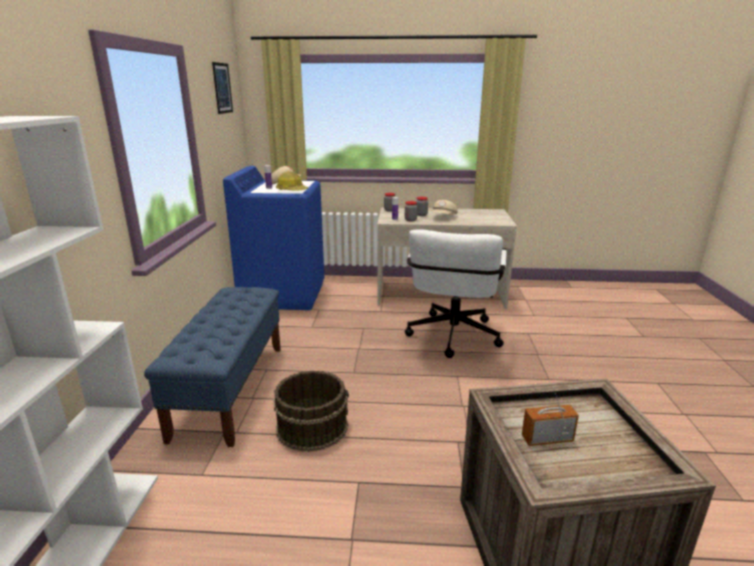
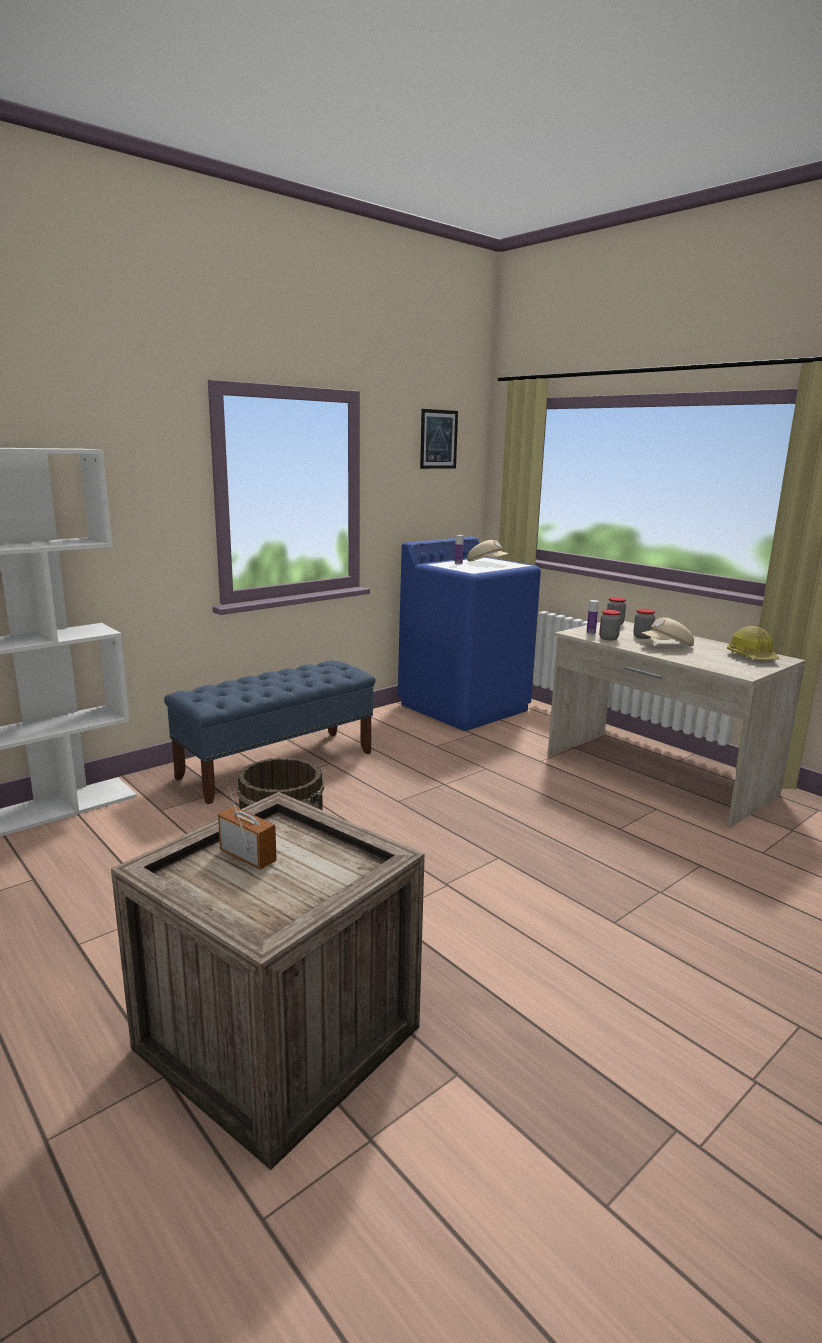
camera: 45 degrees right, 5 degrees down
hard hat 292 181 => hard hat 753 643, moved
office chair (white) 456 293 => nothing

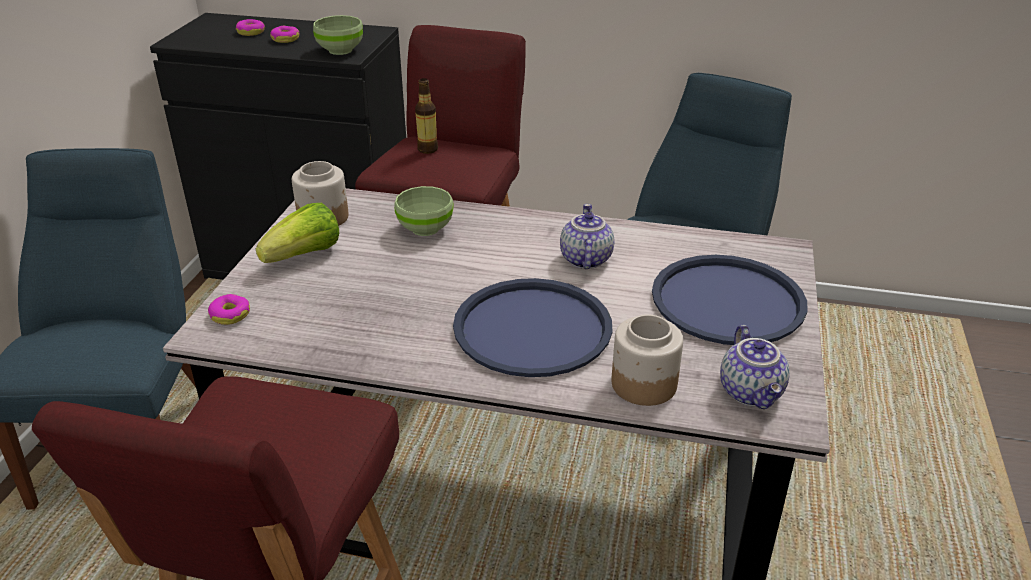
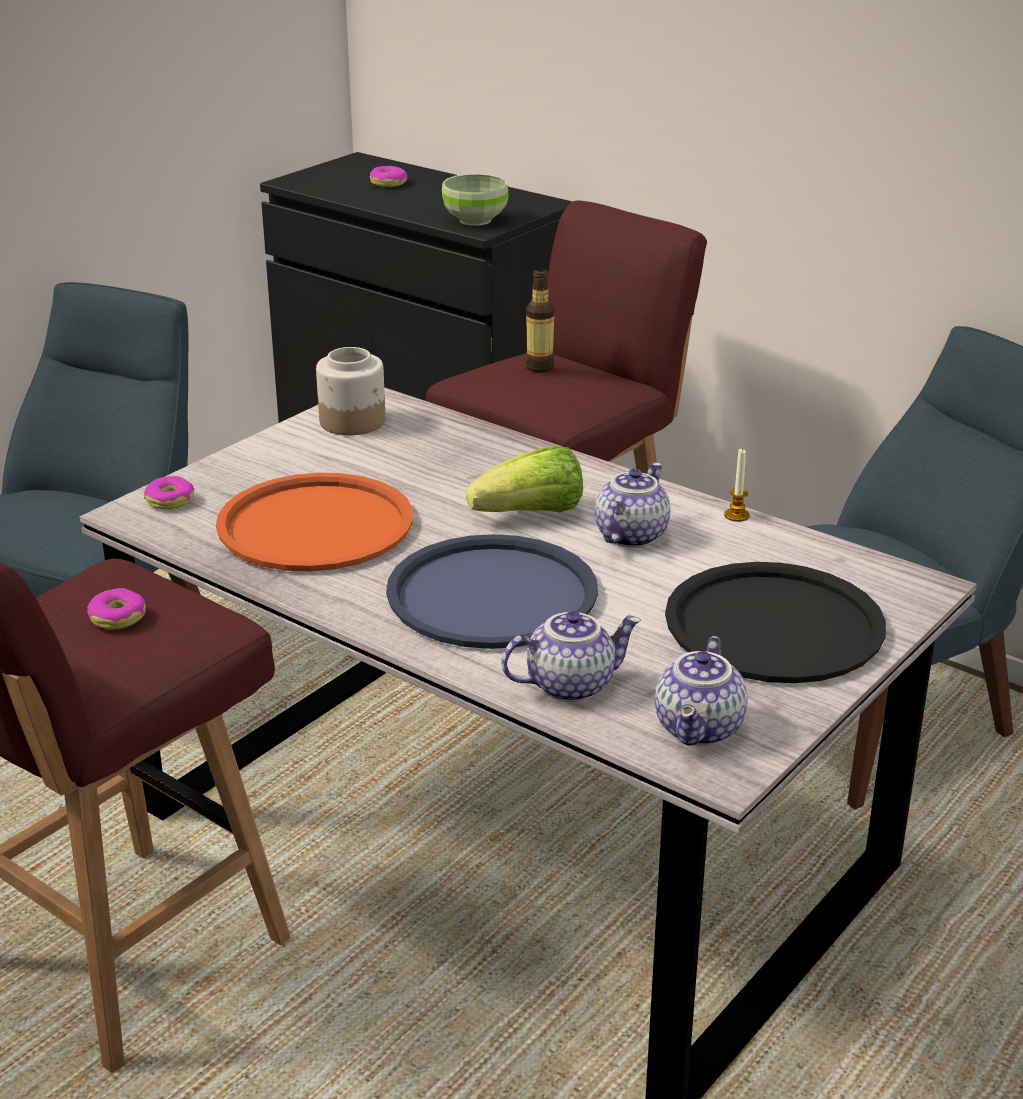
camera: 25 degrees right, 5 degrees down
donut 285 34 => donut 116 609, moved
bowl (green) 423 211 => nothing
lettuce 297 233 => lettuce 524 479, moved
tray (blue) 729 300 => tray (black) 775 622
jar 647 360 => teapot 571 656
nothing => candle 737 485
nothing => tray (orange) 314 522

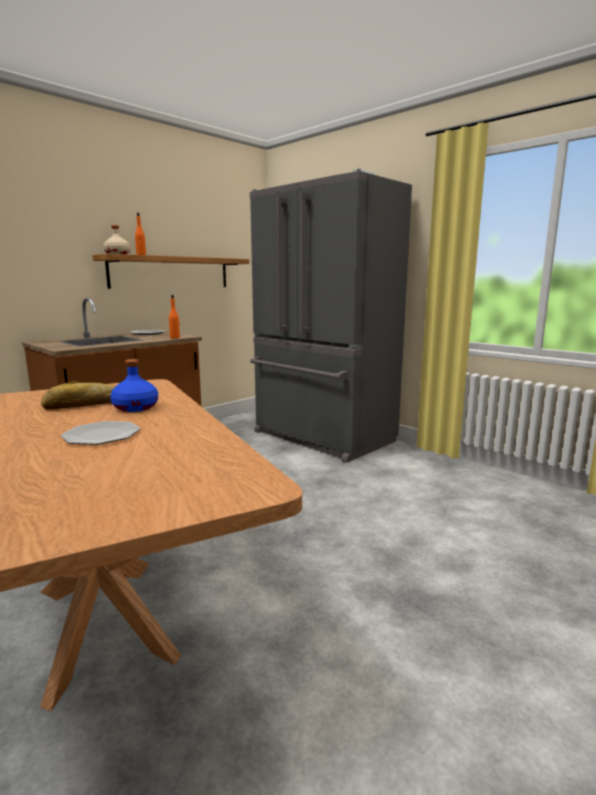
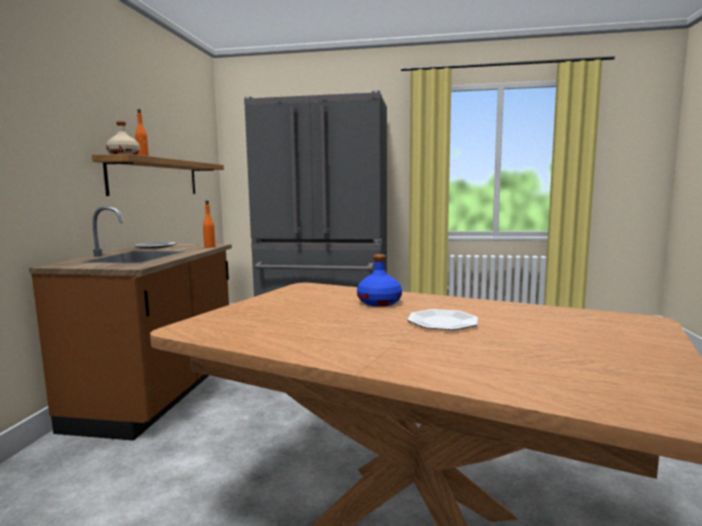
camera: 35 degrees left, 5 degrees down
bread 78 395 => nothing

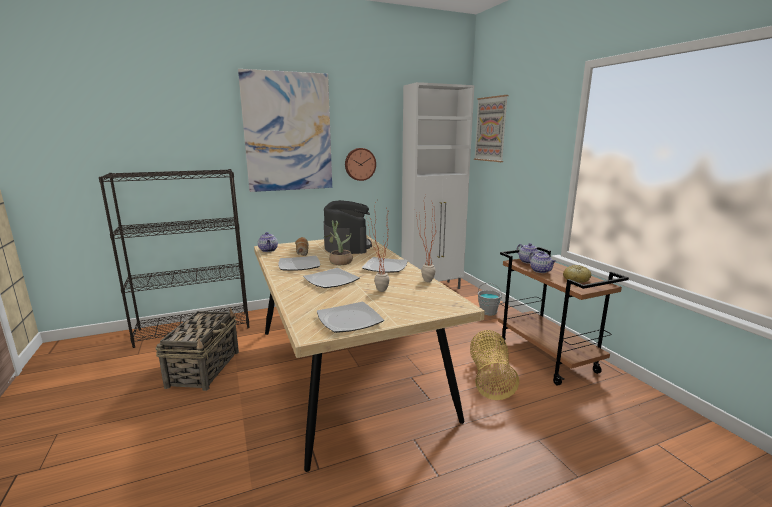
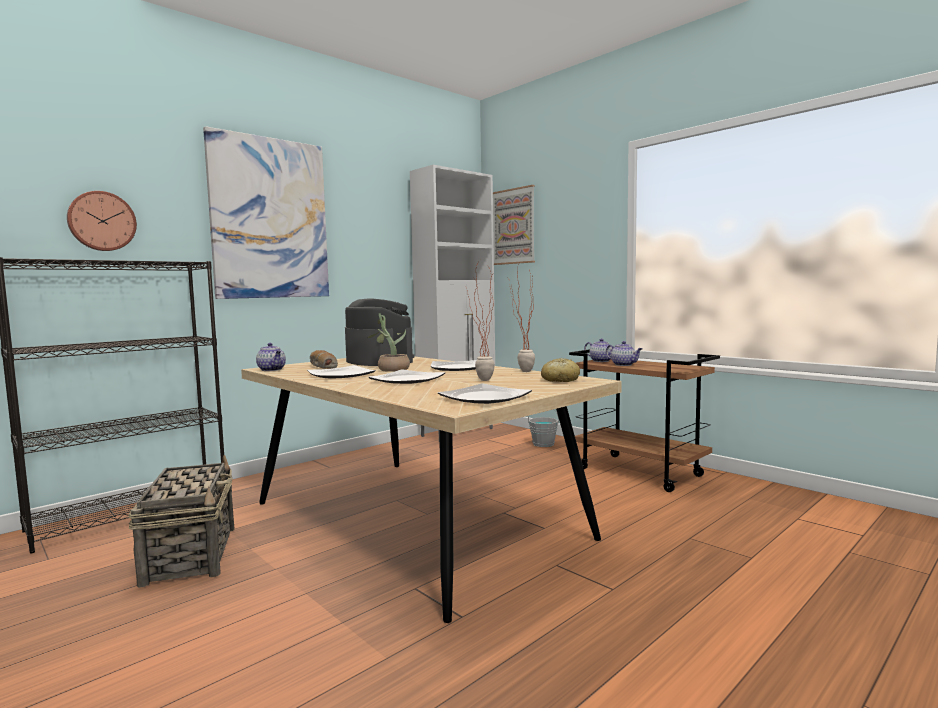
camera: 20 degrees left, 10 degrees down
wall clock 360 164 => wall clock 102 221, moved
bread 577 274 => bread 560 370, moved
basket 494 365 => nothing

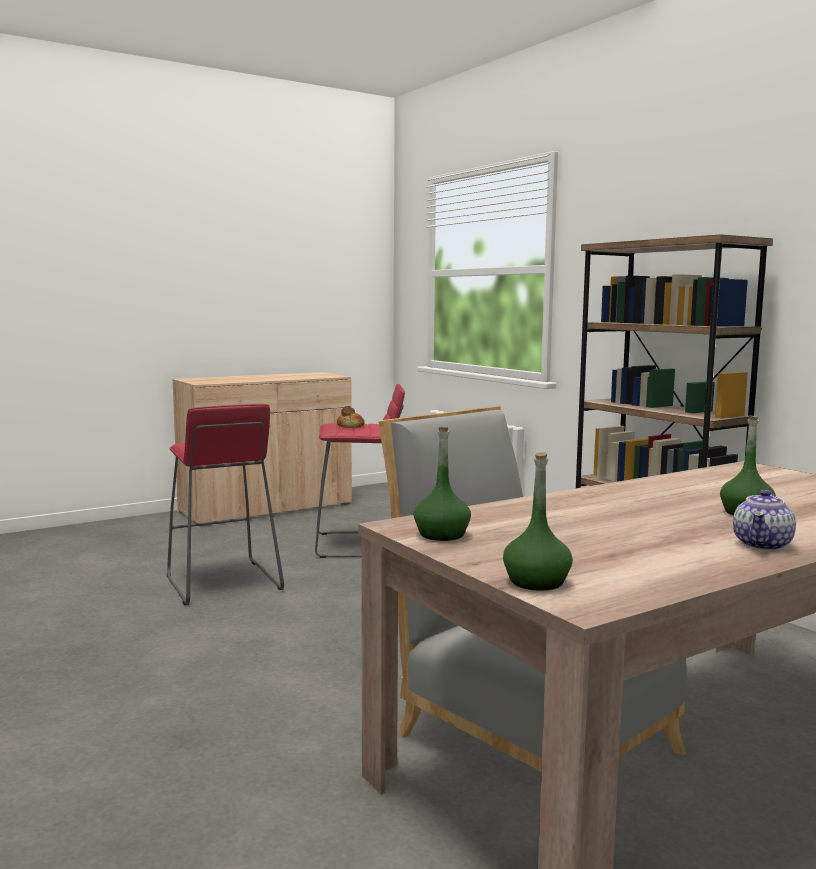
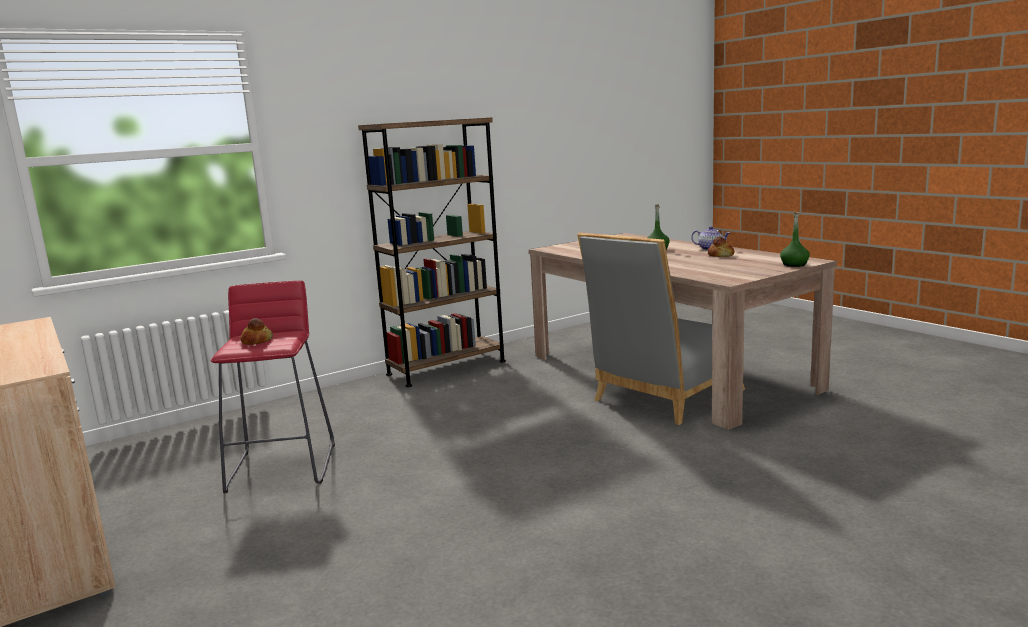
camera: 90 degrees left, 5 degrees up
stool (red) 225 504 => nothing
bottle (green) 442 484 => nothing
nothing => bread 721 247

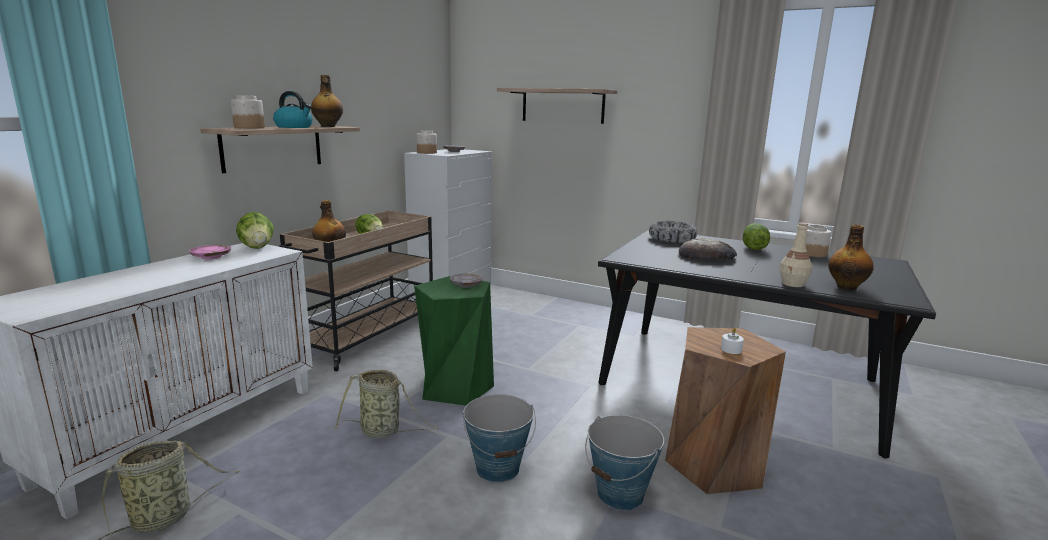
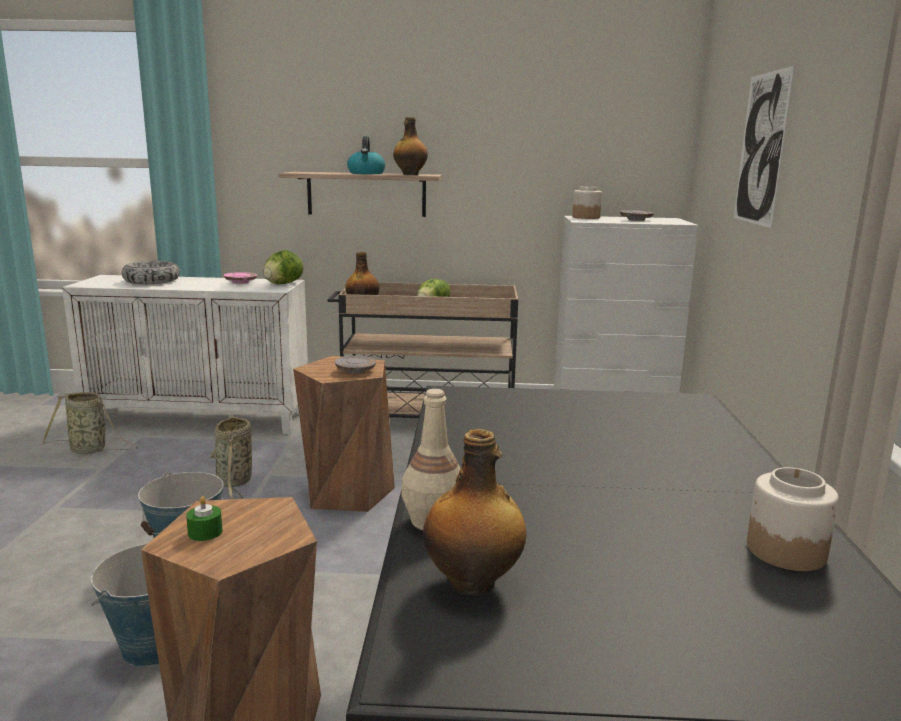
camera: 65 degrees right, 0 degrees up
shelf 557 106 => picture 764 147
jar 248 111 => nothing
bowl 673 232 => bowl 151 272, moved
lettuce 756 236 => nothing
bread 708 249 => nothing
stool (green) 454 341 => stool (brown) 344 434
candle (white) 732 340 => candle (green) 204 518

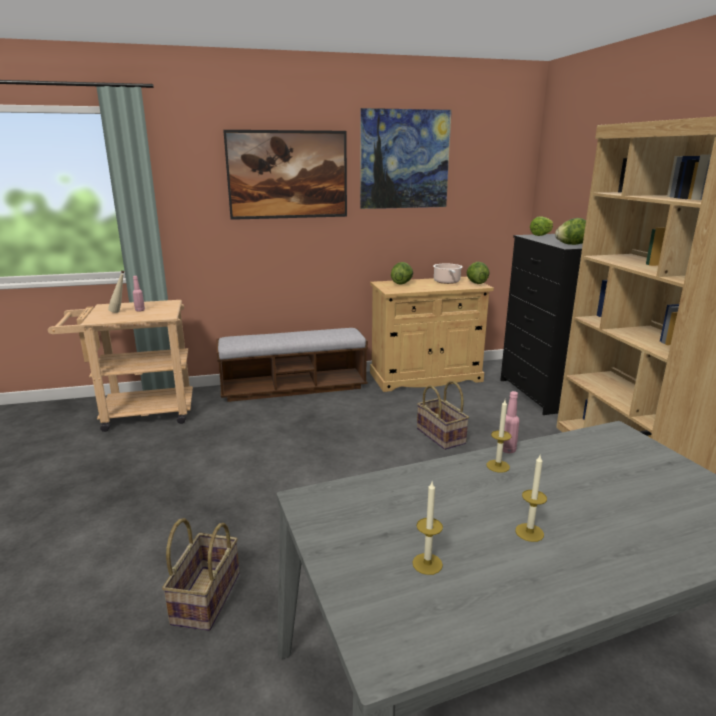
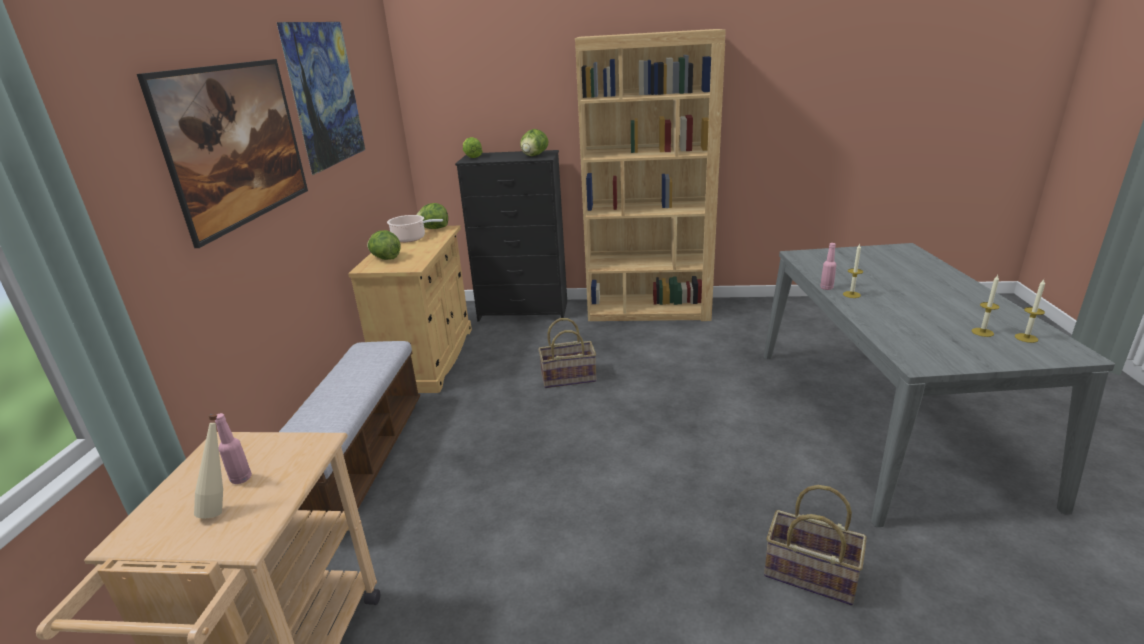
camera: 70 degrees left, 5 degrees up
candle 531 498 => candle 1030 311, moved

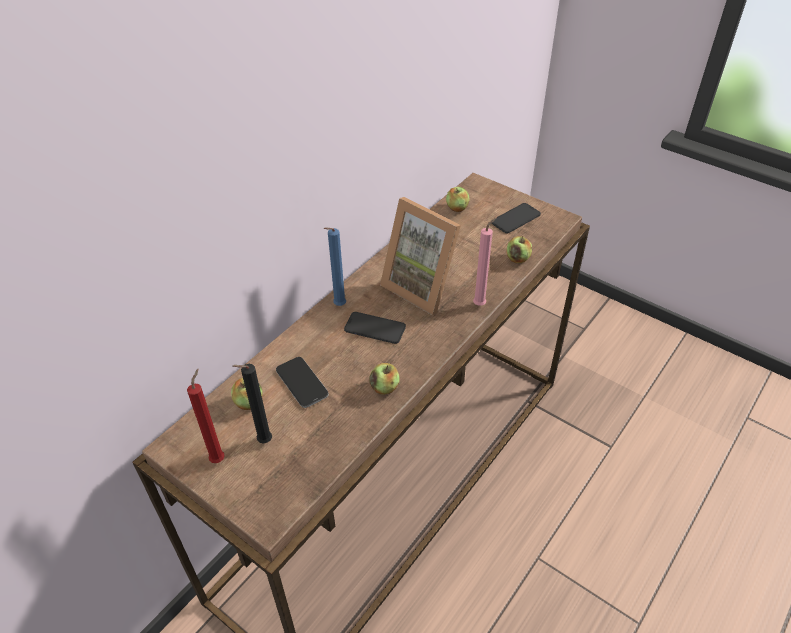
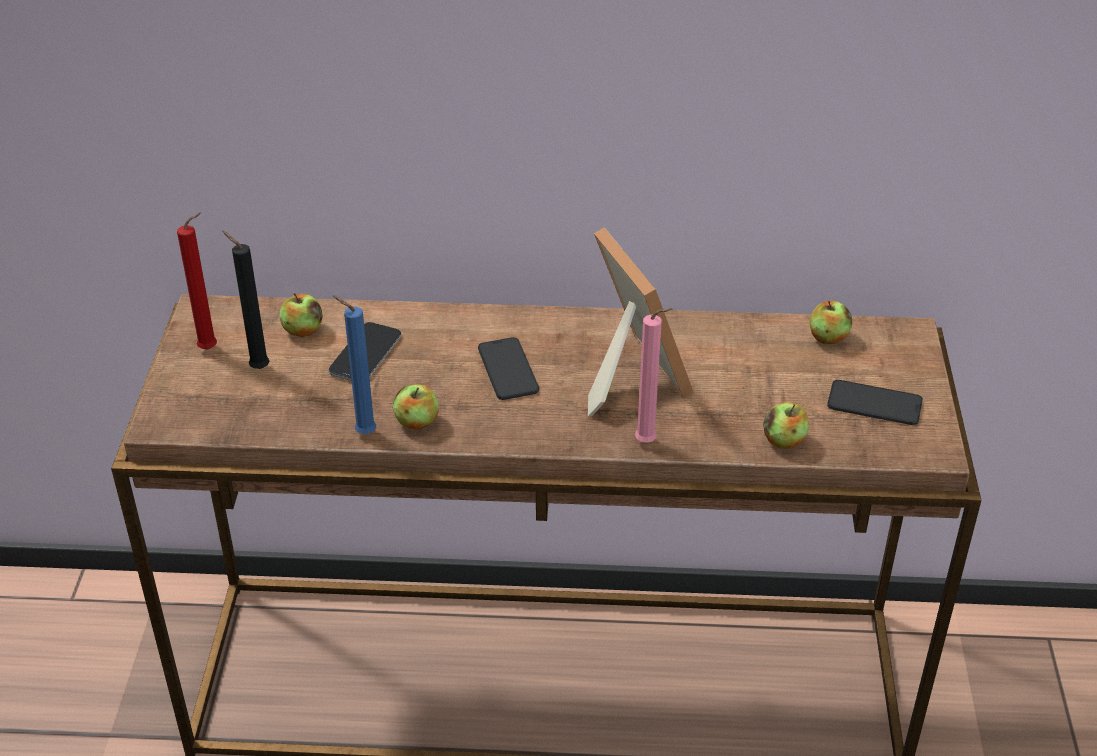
camera: 55 degrees right, 5 degrees down
picture frame 420 256 => picture frame 641 322, 150 degrees clockwise
candle (blue) 335 266 => candle (blue) 354 364, moved

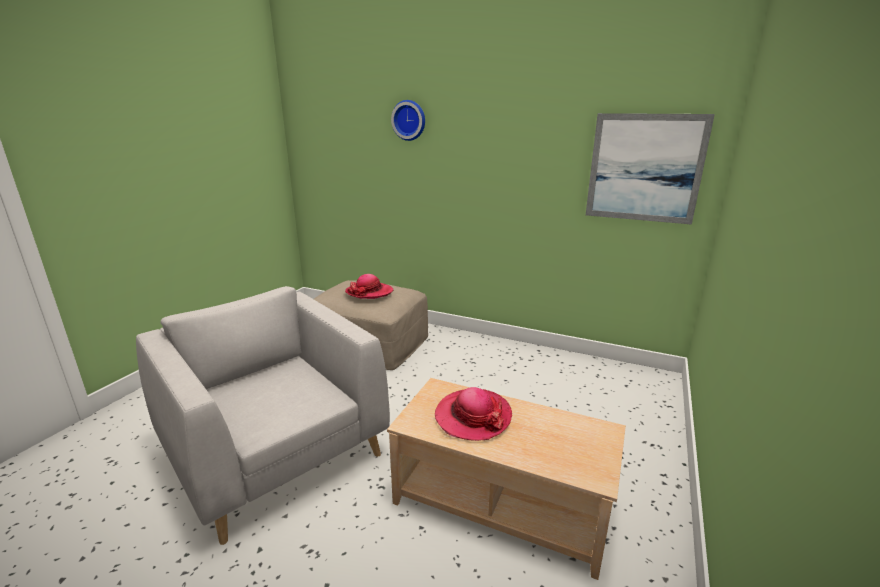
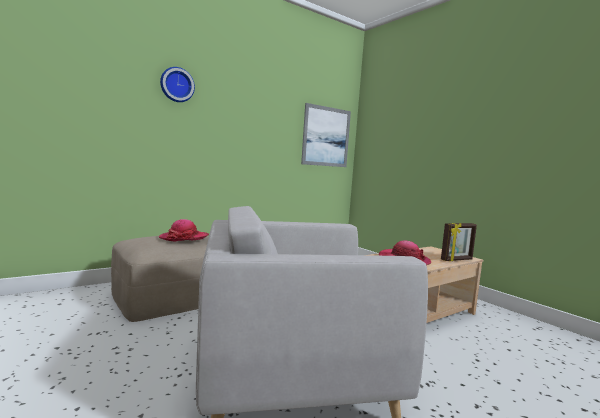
camera: 60 degrees left, 15 degrees down
nothing => picture frame 459 242

